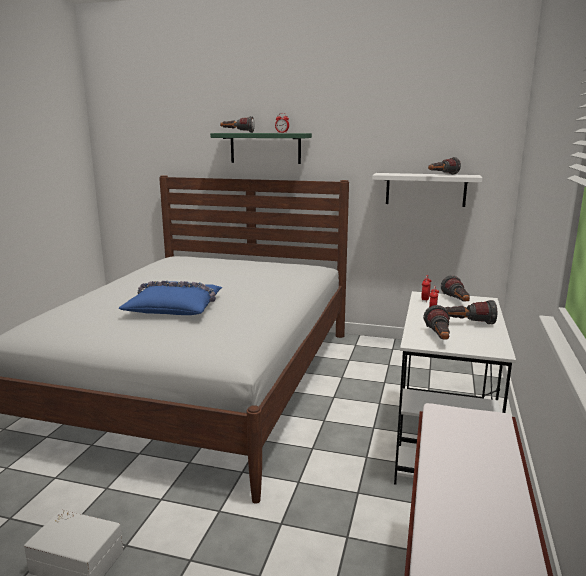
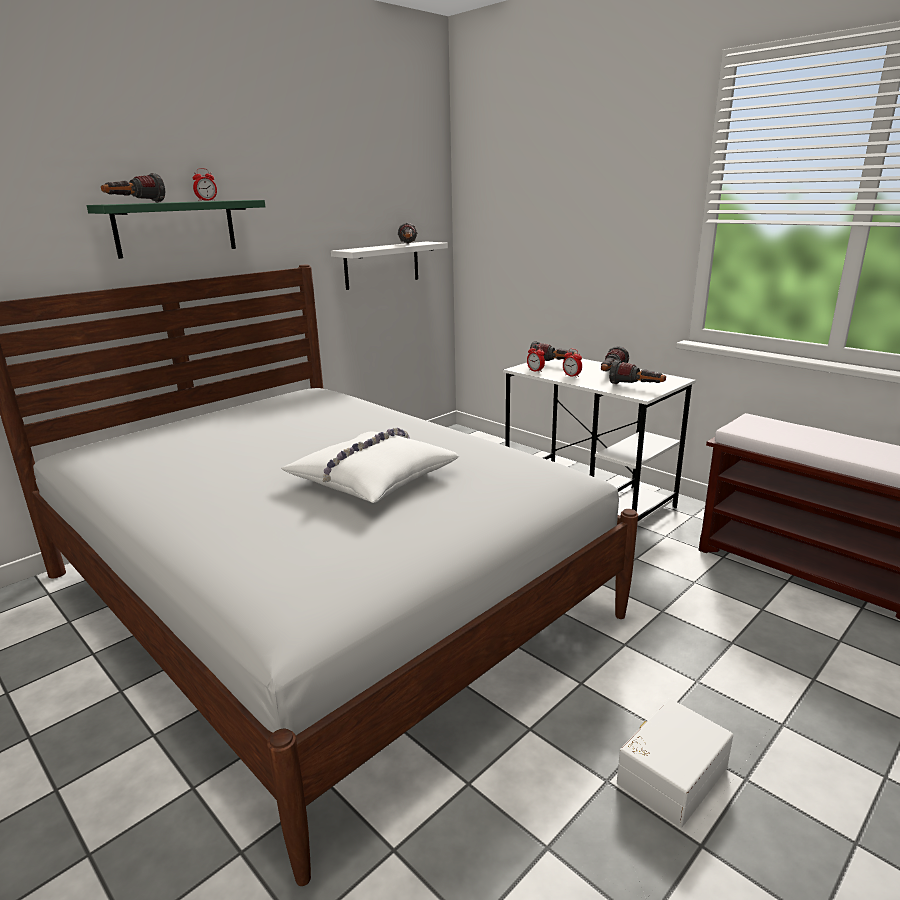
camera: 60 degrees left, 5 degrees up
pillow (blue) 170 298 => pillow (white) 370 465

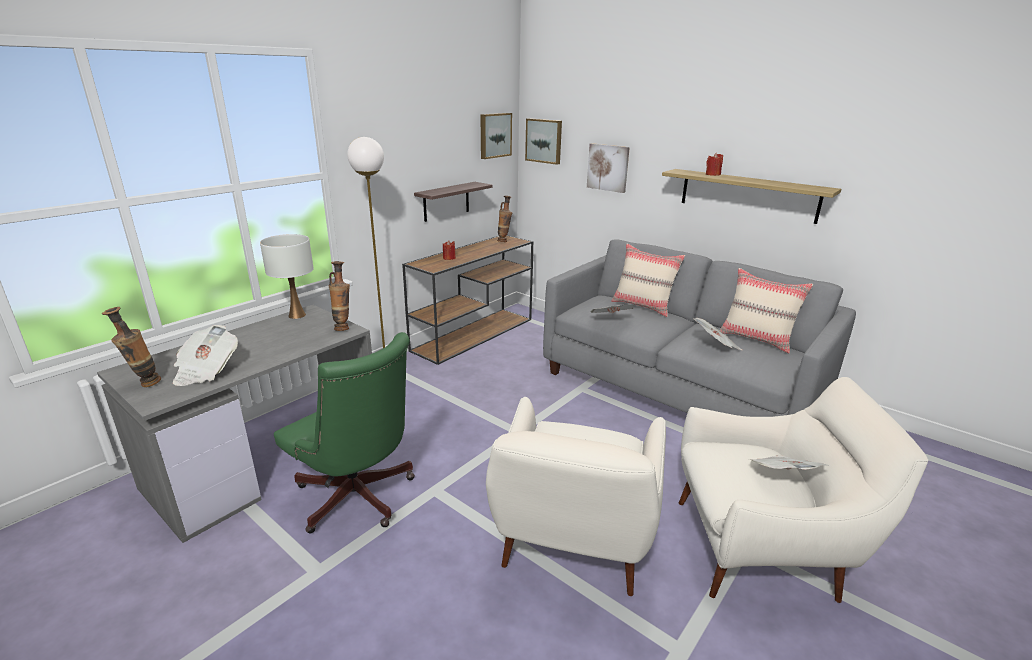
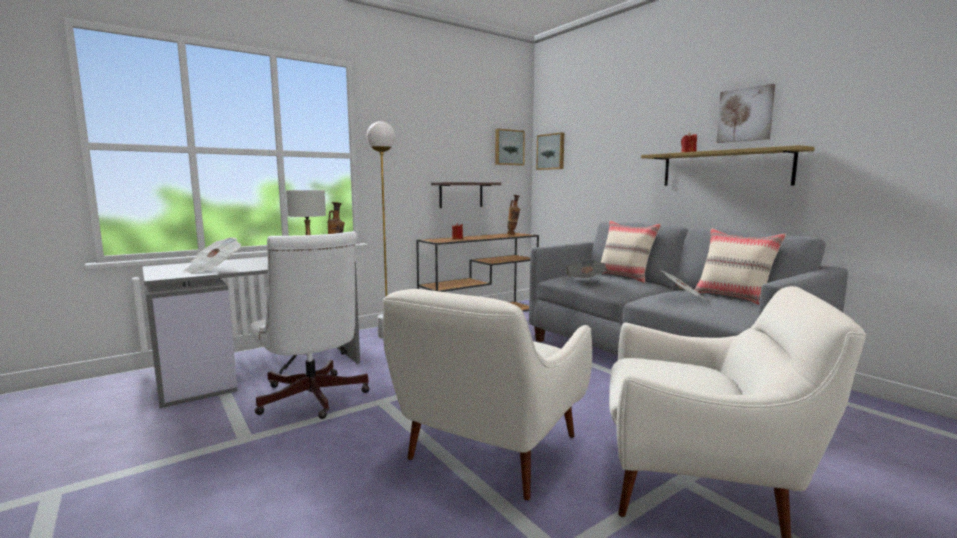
camera: 15 degrees right, 15 degrees down
picture 608 168 => picture 745 113, moved
vase 131 347 => nothing
office chair (green) 344 432 => office chair (white) 310 325
newspaper 789 462 => nothing

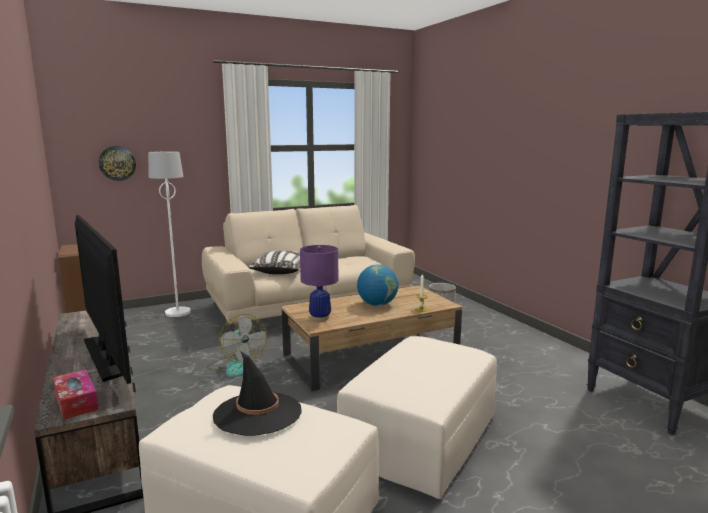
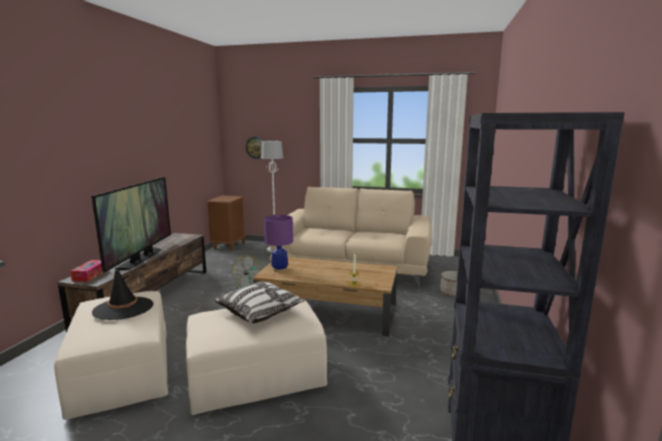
camera: 40 degrees right, 0 degrees up
pillow 274 262 => pillow 260 302, moved
globe 377 285 => nothing

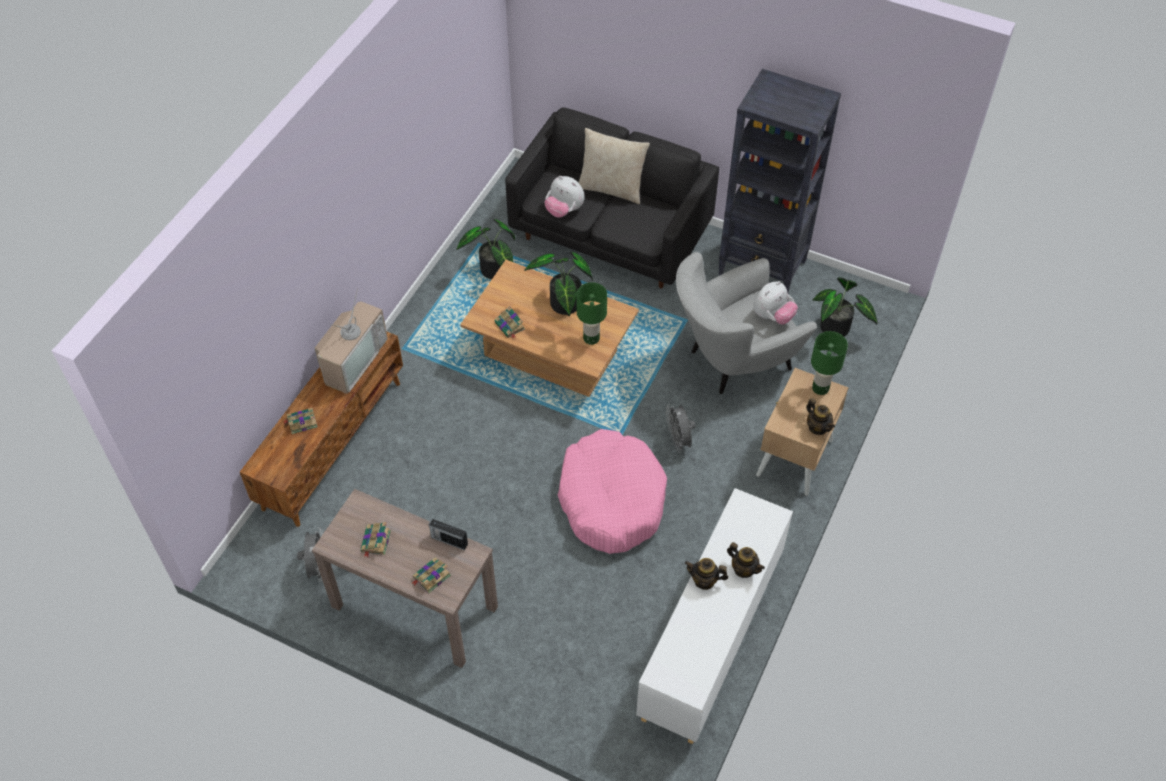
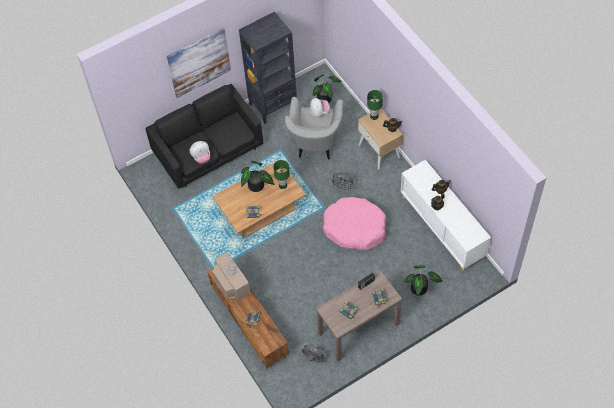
camera: 55 degrees left, 5 degrees up
pillow (beige) 614 166 => nothing
potted plant 485 249 => potted plant 423 280, moved
nothing => picture 199 63

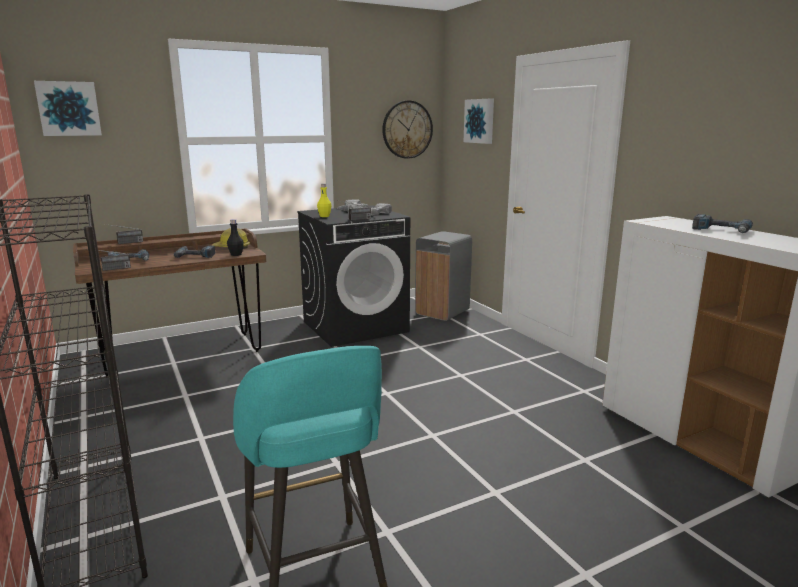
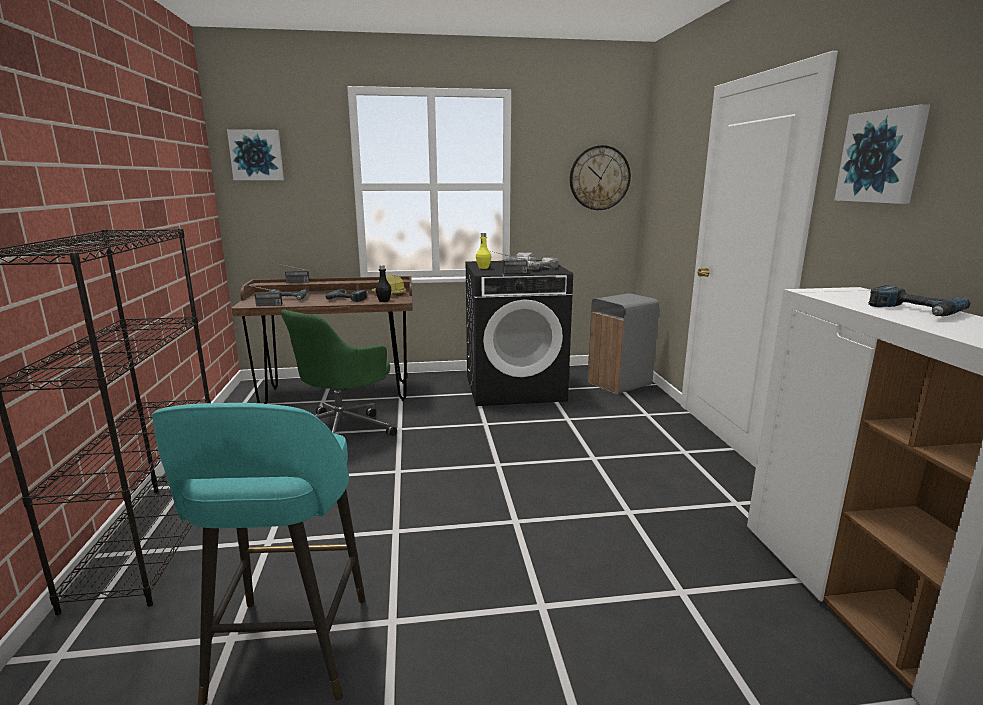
camera: 20 degrees right, 0 degrees up
picture 479 121 => picture 882 154, moved
nothing => office chair (green) 339 372

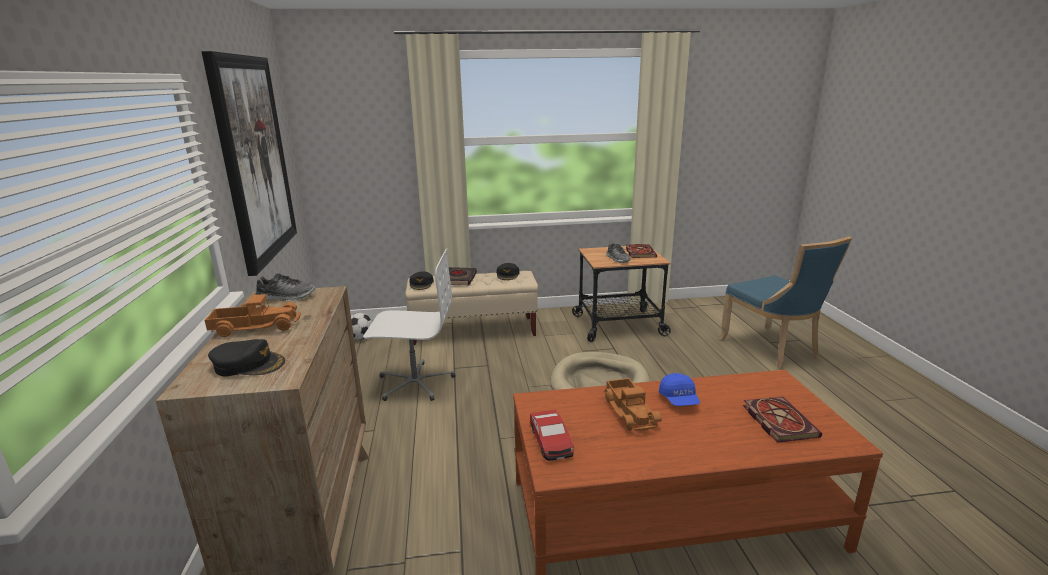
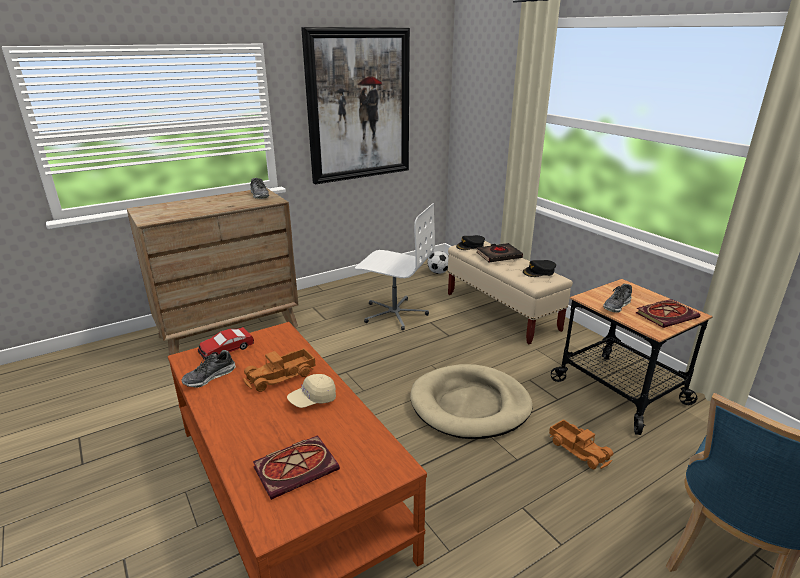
camera: 65 degrees right, 5 degrees up
office chair (white) 409 325 => office chair (white) 395 266, 45 degrees counterclockwise
toy truck 253 315 => toy truck 581 444, moved
cap (black) 246 357 => nothing
cap (blue) 679 389 => cap (beige) 311 391
nothing => shoe 208 369

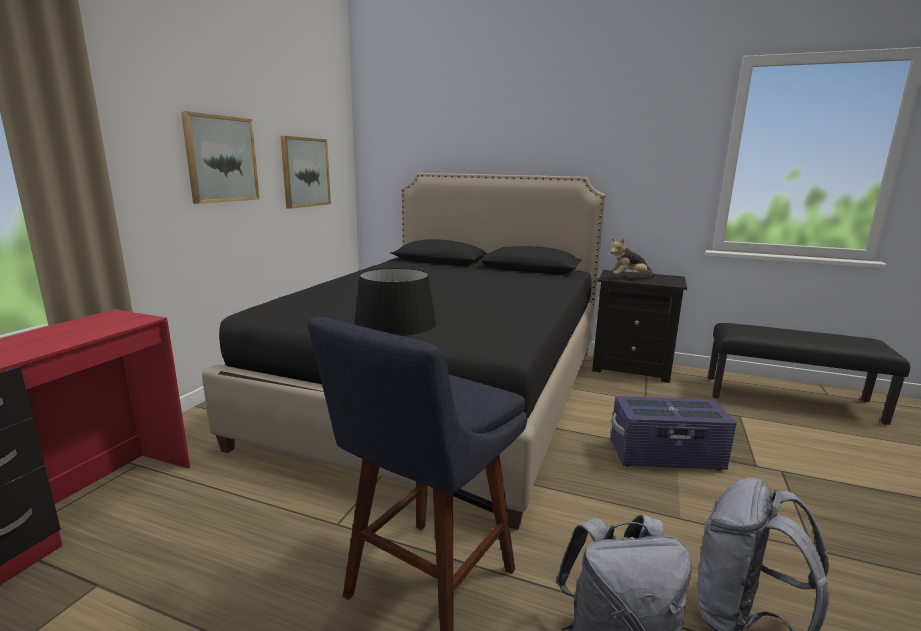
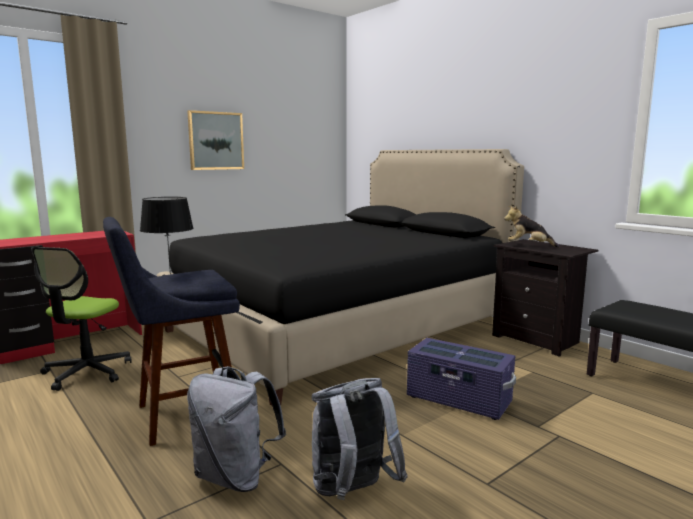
camera: 30 degrees right, 5 degrees down
picture 306 172 => nothing
nothing => office chair 81 319

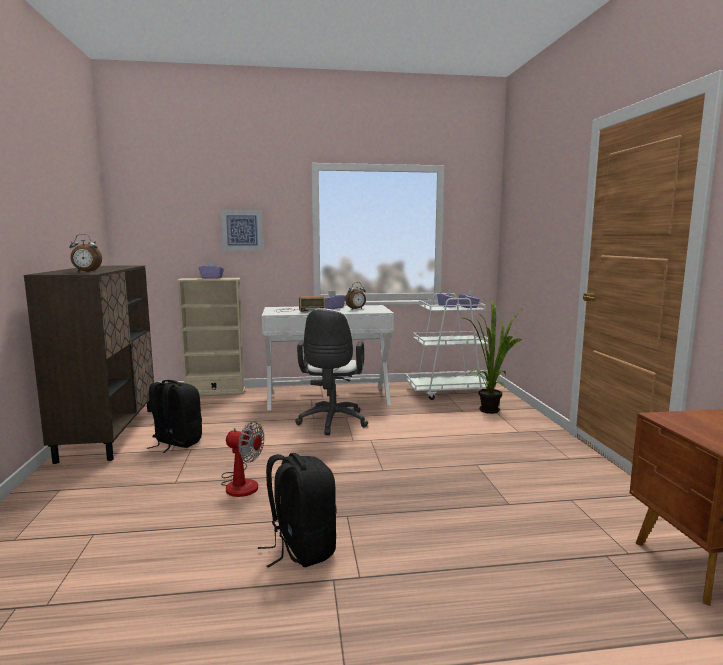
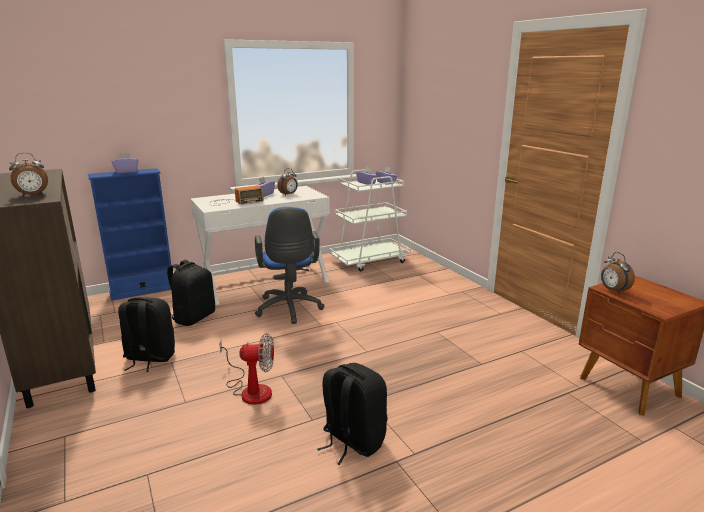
camera: 20 degrees left, 10 degrees up
picture 241 230 => nothing
bookcase (beige) 210 337 => bookcase (blue) 129 234
potted plant 492 357 => nothing
office chair (white) 331 371 => office chair (blue) 289 265
nothing => alarm clock 618 273
nothing => backpack (black) 191 293

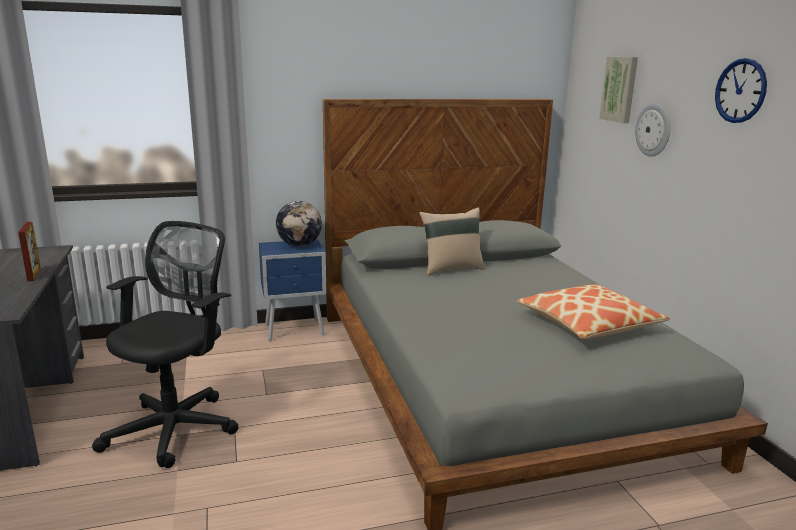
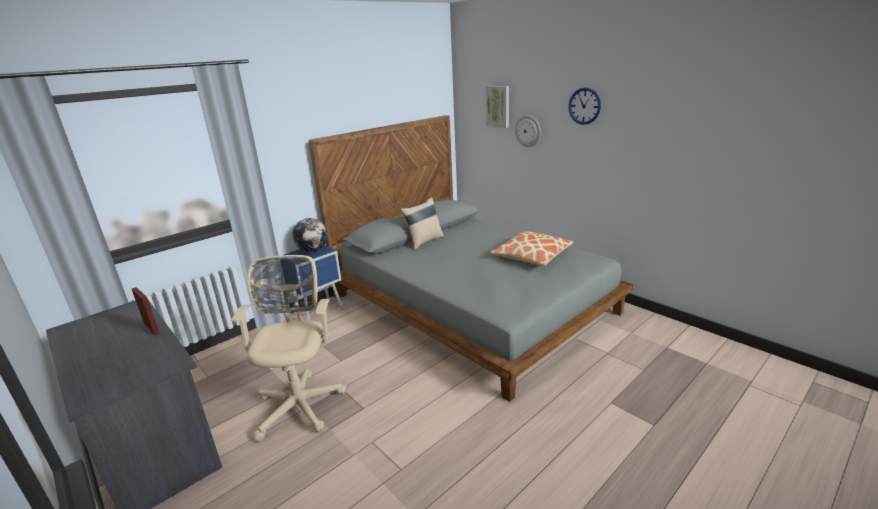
camera: 25 degrees left, 5 degrees up
office chair (black) 165 344 => office chair (beige) 288 348

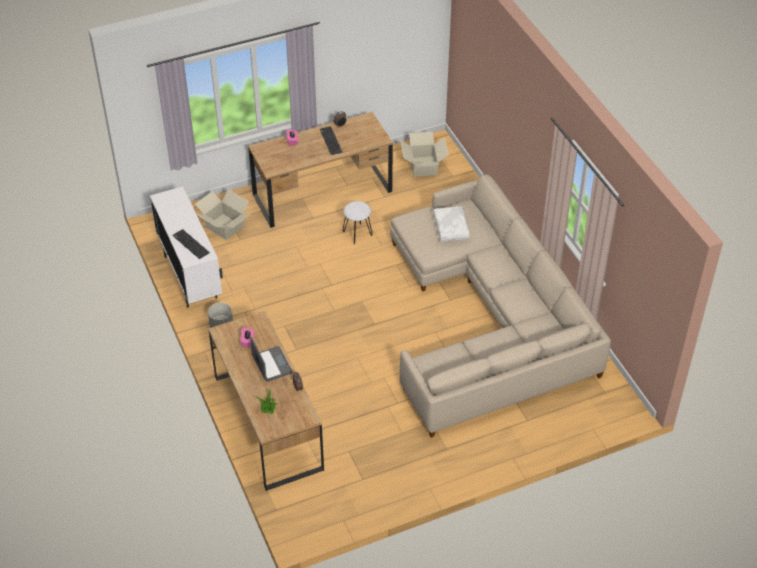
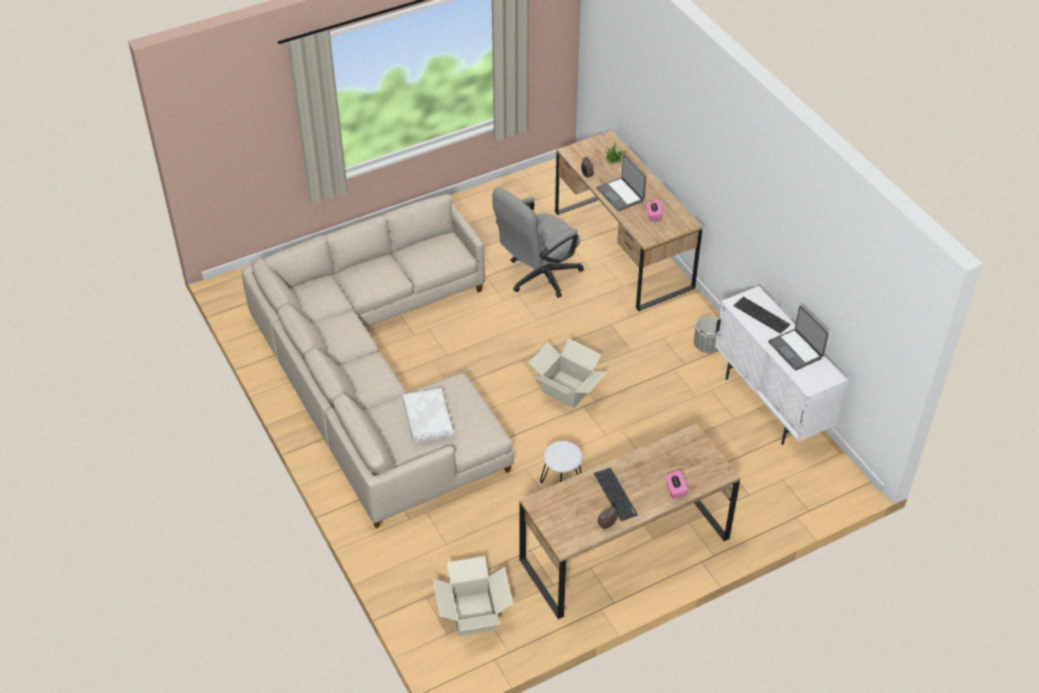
camera: 175 degrees right, 0 degrees up
cardboard box 222 214 => cardboard box 567 373, moved
nothing => office chair (grey) 538 242
nothing => laptop 798 338

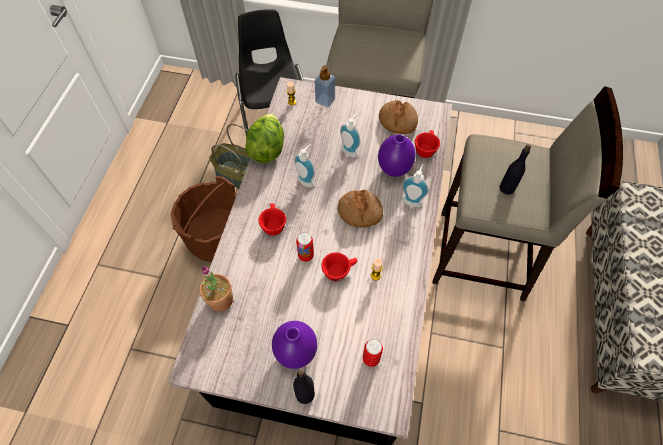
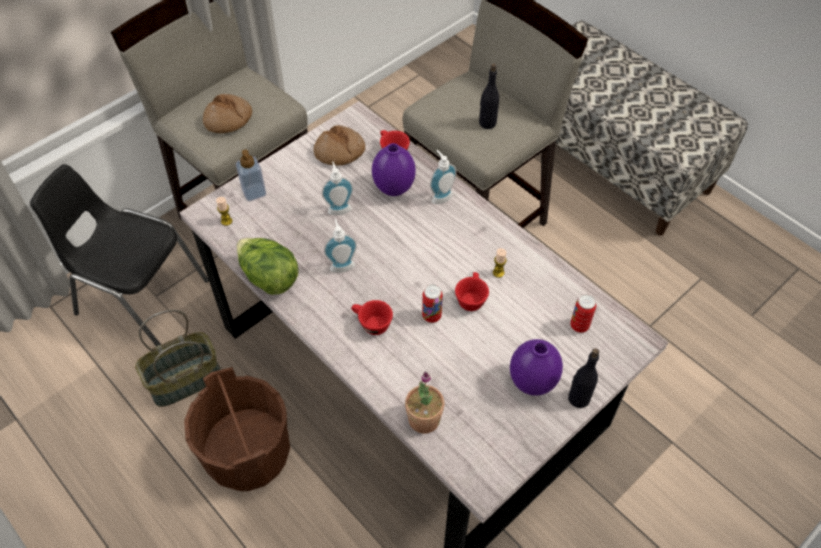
camera: 55 degrees left, 5 degrees down
bread 360 209 => bread 227 113, moved

